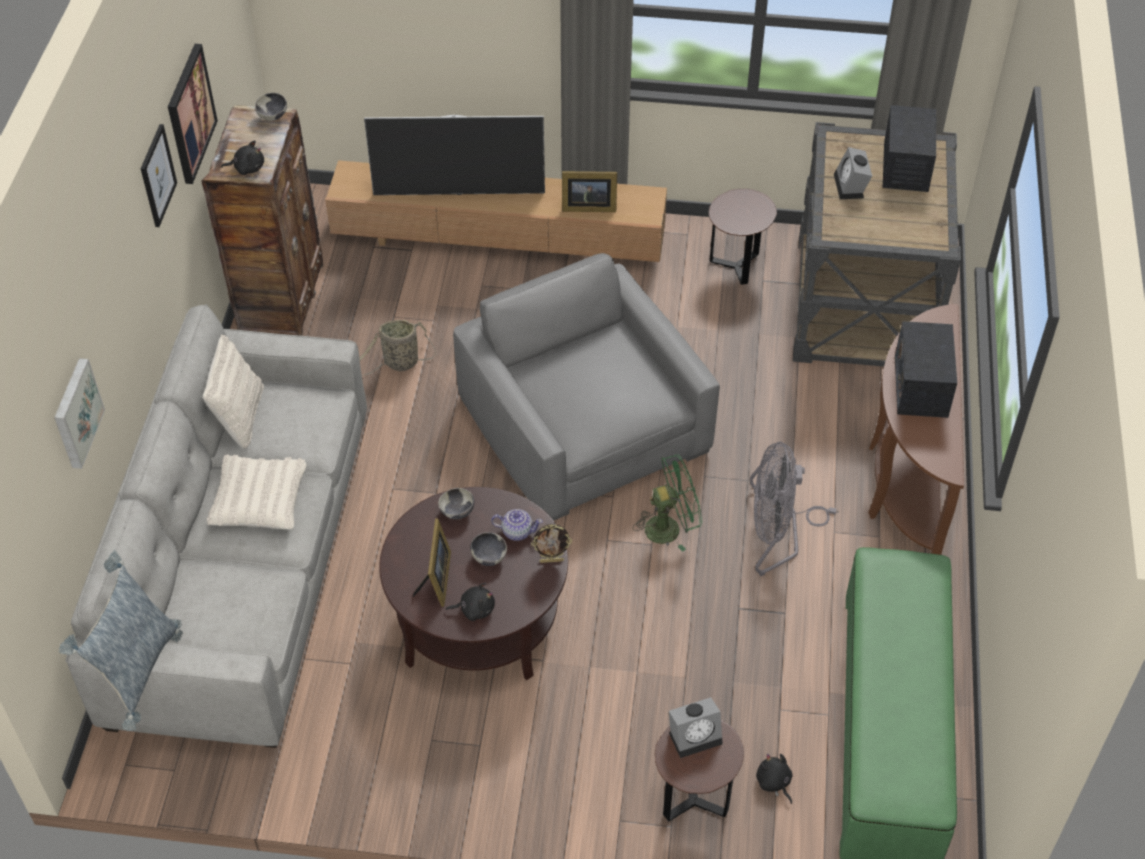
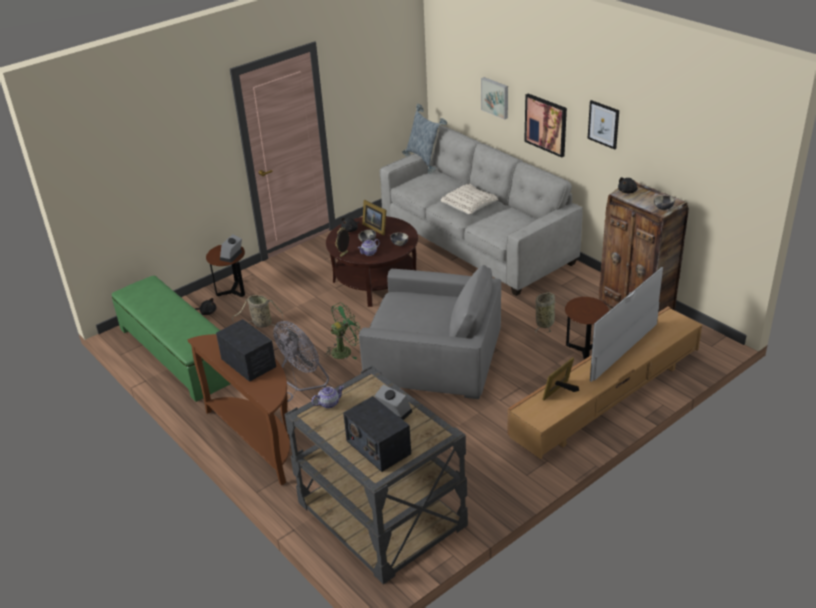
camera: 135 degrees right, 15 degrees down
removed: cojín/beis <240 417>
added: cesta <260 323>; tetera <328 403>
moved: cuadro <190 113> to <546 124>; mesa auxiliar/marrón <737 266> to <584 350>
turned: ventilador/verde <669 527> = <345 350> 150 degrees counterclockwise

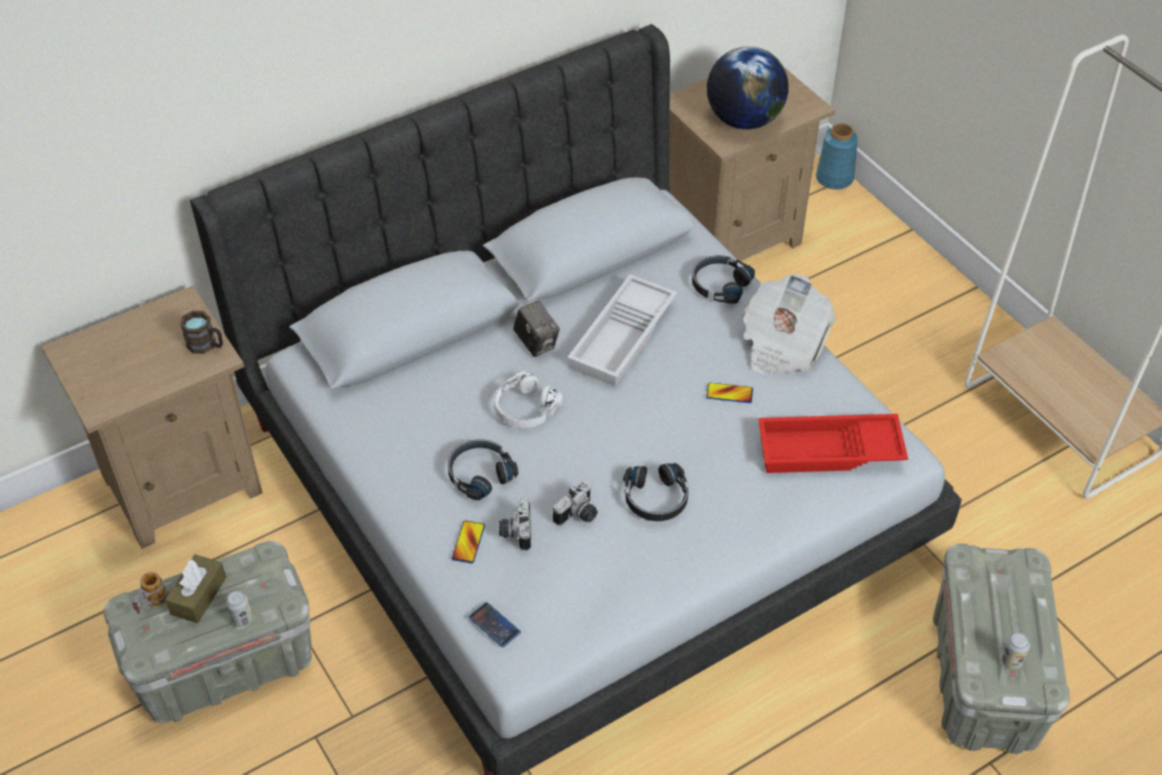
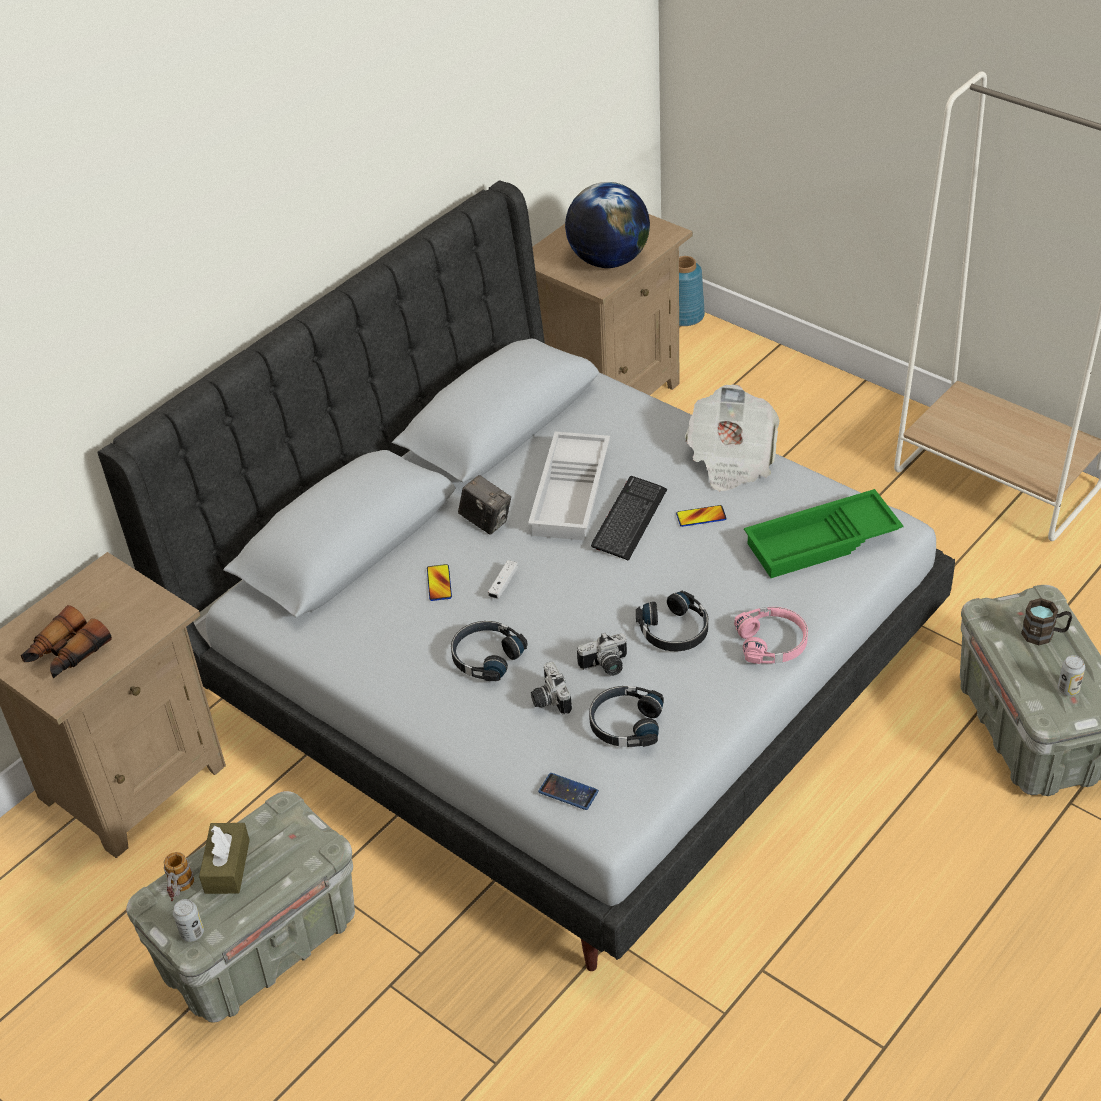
camera: 15 degrees left, 5 degrees down
added: prismáticos <66 654>; teclado <629 520>; auriculares/rosa <772 642>
moved: taza grande/marrón <206 345> to <1044 634>; lata <242 619> to <192 933>; móvil <468 542> to <439 583>; auriculares/negro <719 285> to <625 724>
replaced: auriculares/blanco <525 408> to mando de consola/blanco <503 584>
recoloured: bandeja/rojo <828 452> to bandeja/verde <822 543>
turned: cámara <578 515> = <606 667> 45 degrees clockwise

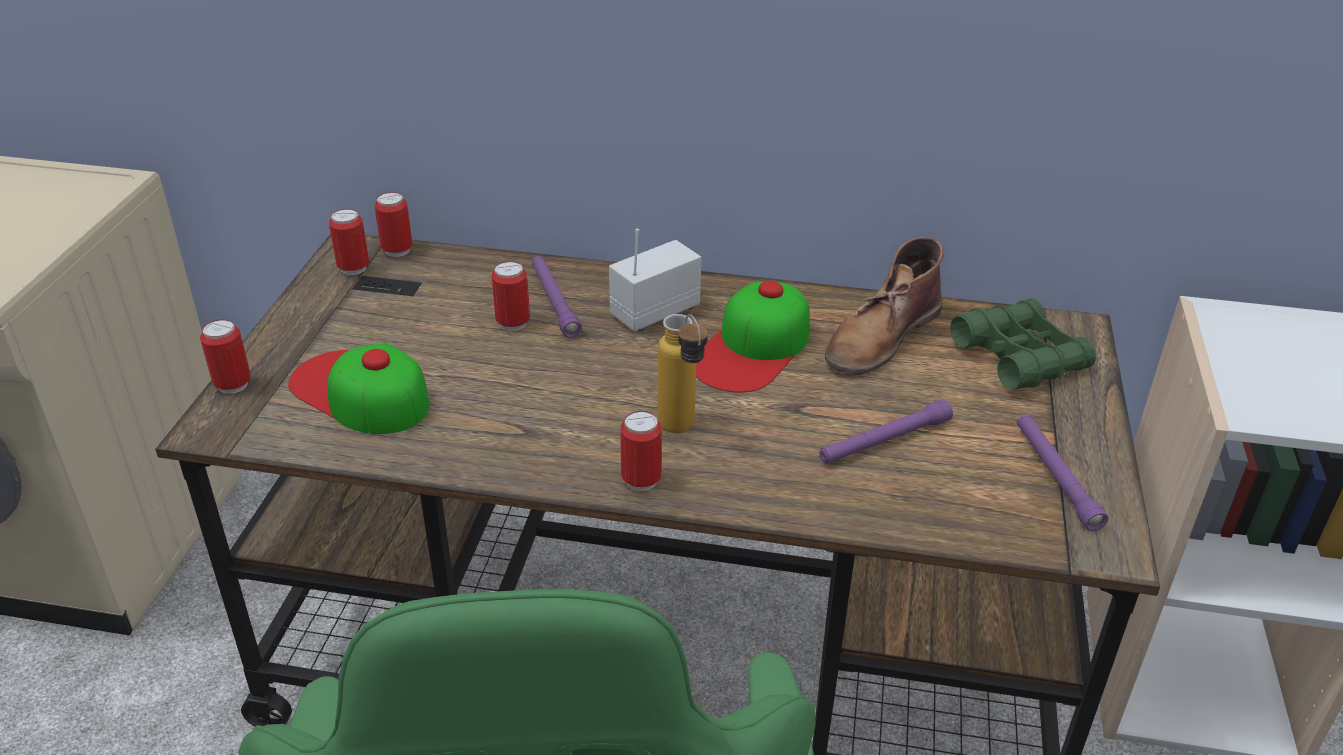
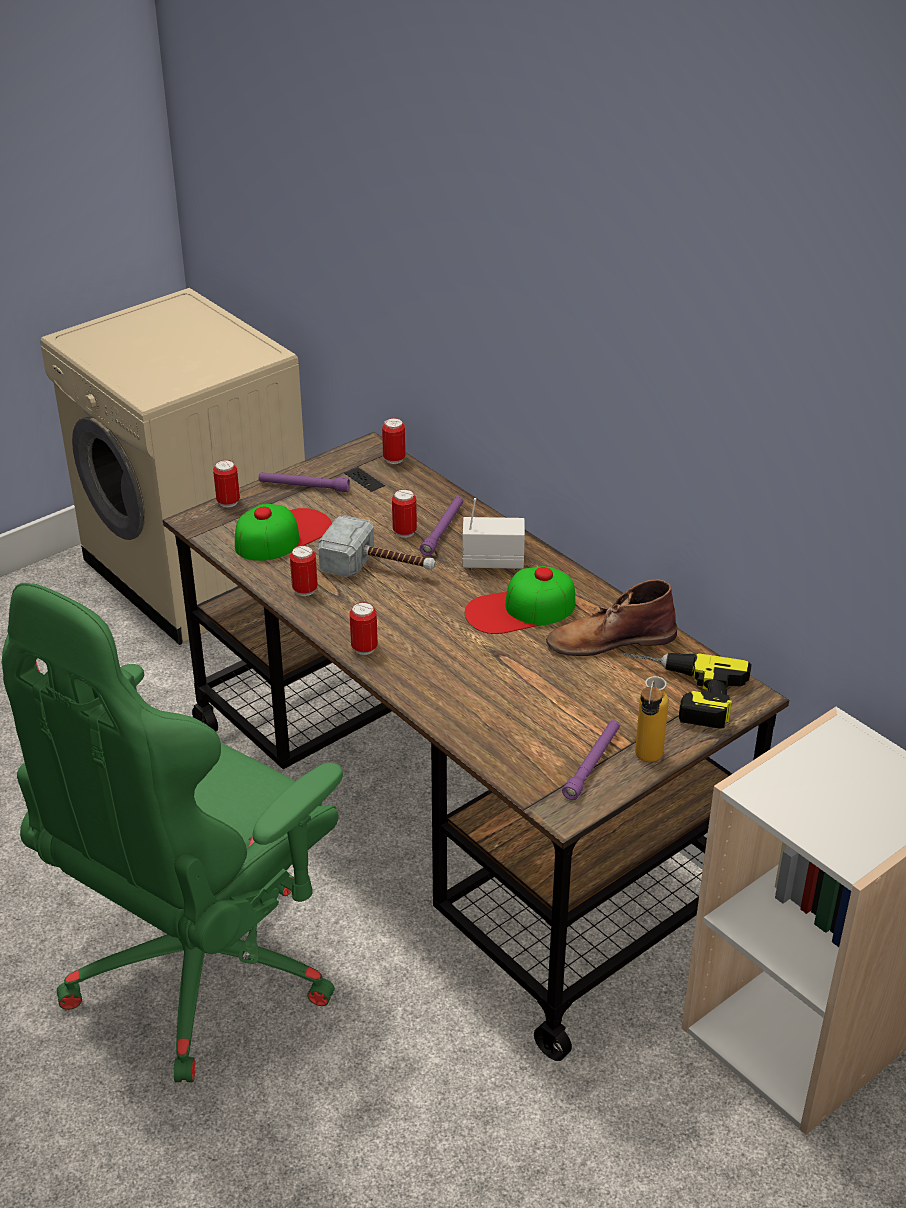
camera: 40 degrees right, 0 degrees up
added: martillo <379 567>
moved: lata <353 268> to <305 590>; botella <682 432> to <646 762>; linterna/morado <884 441> to <304 486>
replaced: prismáticos/verde <1019 357> to taladro <680 693>
turned: gorra <359 392> = <282 534> 60 degrees clockwise

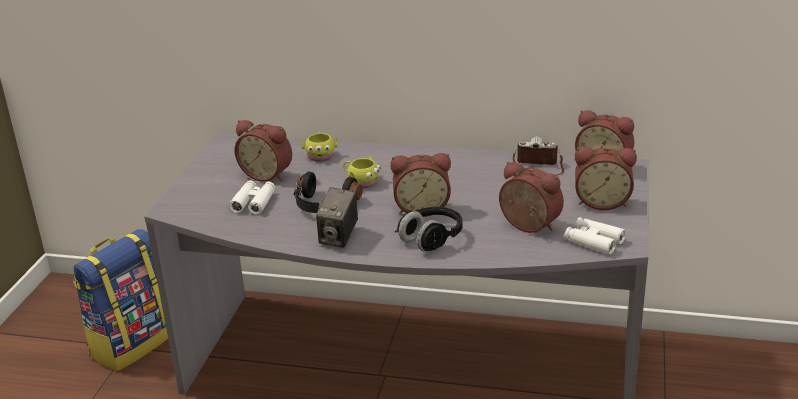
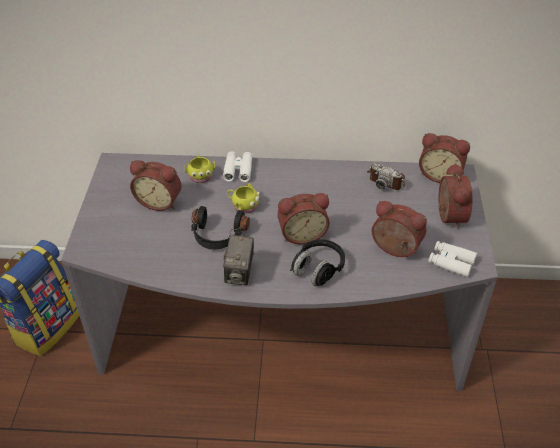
camera: 10 degrees left, 15 degrees up
moved: prismáticos/blanco <254 202> to <238 170>
turned: cámara <537 168> = <387 180> 150 degrees counterclockwise; despertador <602 202> = <447 216> 90 degrees counterclockwise

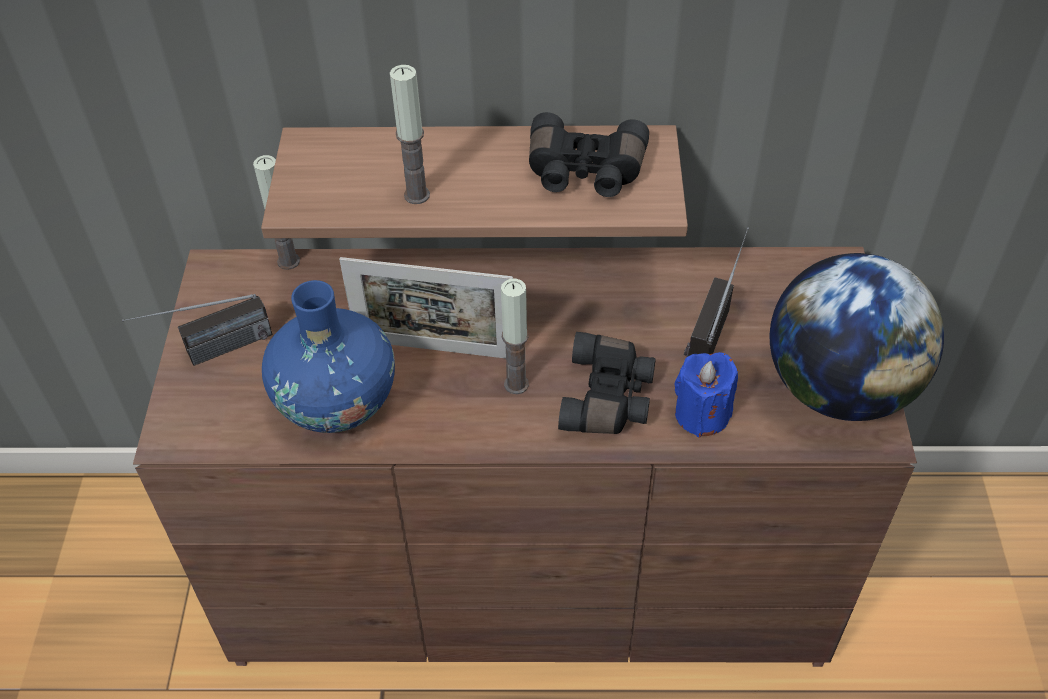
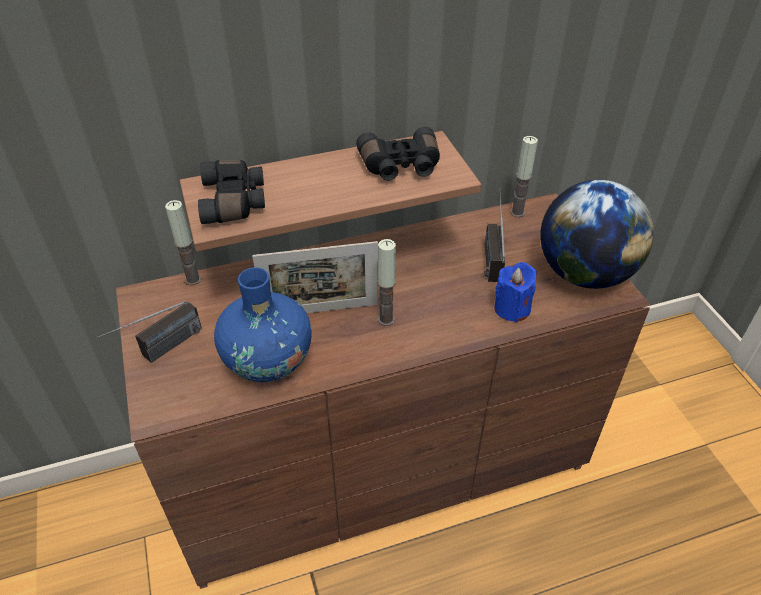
camera: 20 degrees left, 5 degrees down
moved: vela <417 195> to <517 212>; prismáticos/negro <609 397> to <235 201>

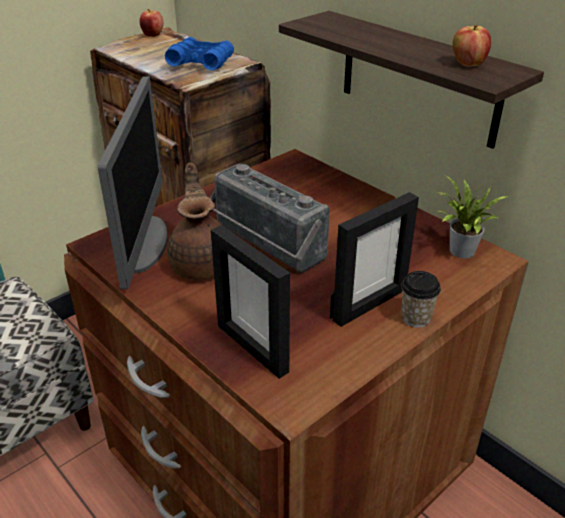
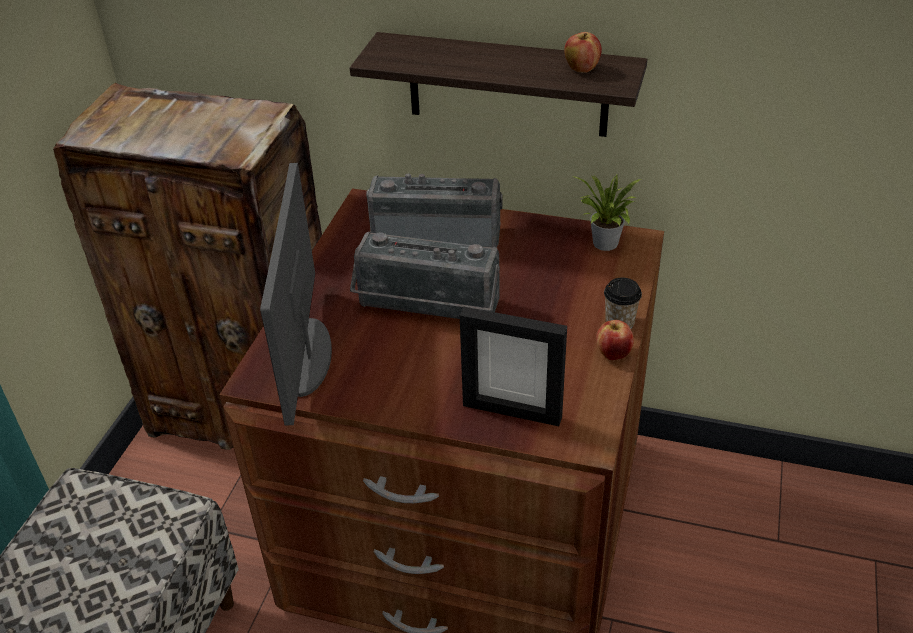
camera: 30 degrees left, 5 degrees up
removed: prismáticos/azul <201 62>; tetera/marrón <203 262>; portarretratos <368 303>
added: radio <437 234>
moved: manzana <153 35> to <613 354>
turned: monitor <144 244> = <305 358> 150 degrees counterclockwise

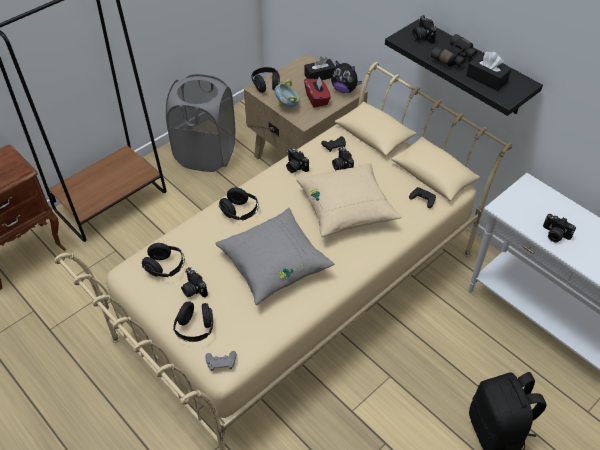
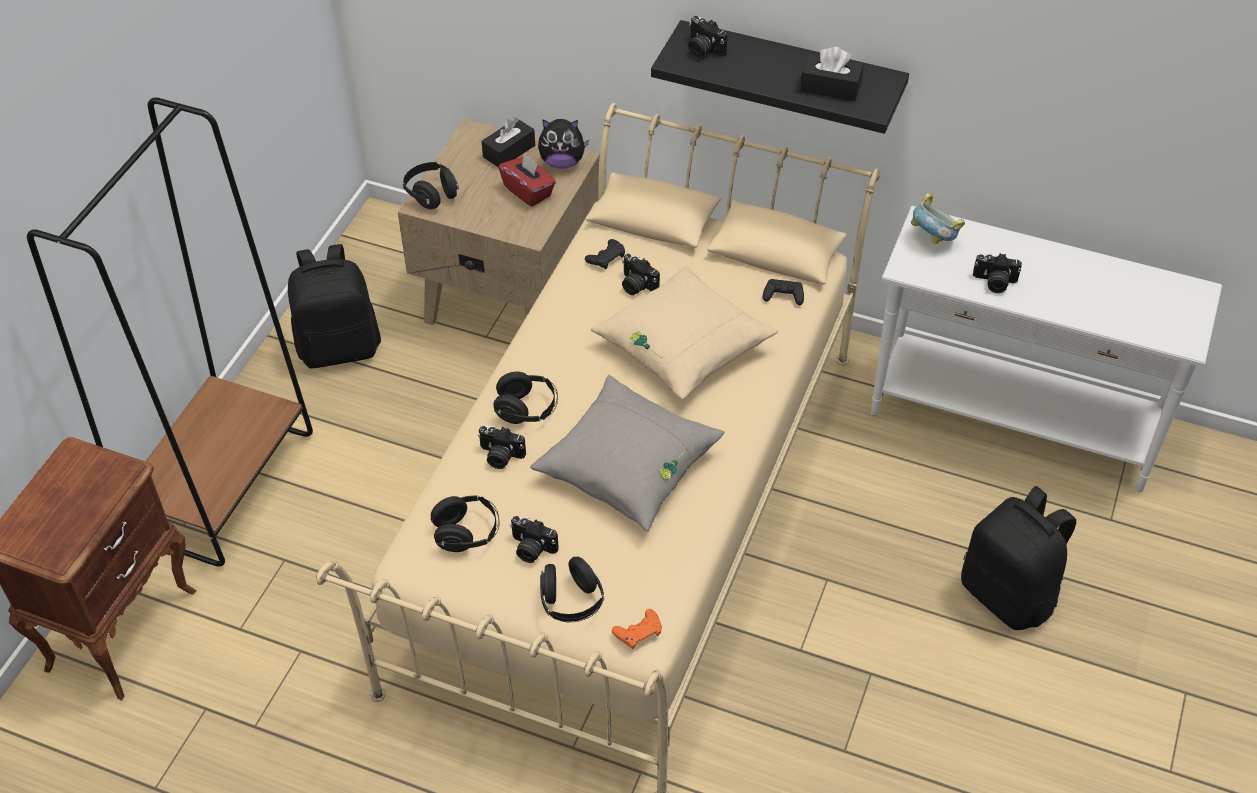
camera: 25 degrees left, 0 degrees up
removed: prismáticos/negro <455 58>
moved: cuenco <287 105> to <933 239>; cámara <295 167> to <500 456>
replaced: cesto de la ropa/gris <206 154> to mochila/negro <339 347>
recoloured: mando de consola/gris <221 362> to mando de consola/naranja <638 632>

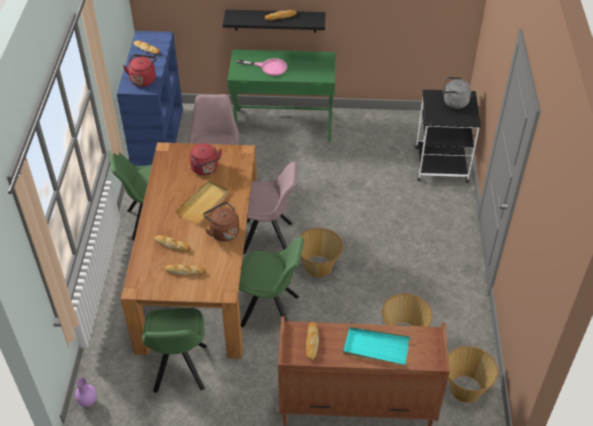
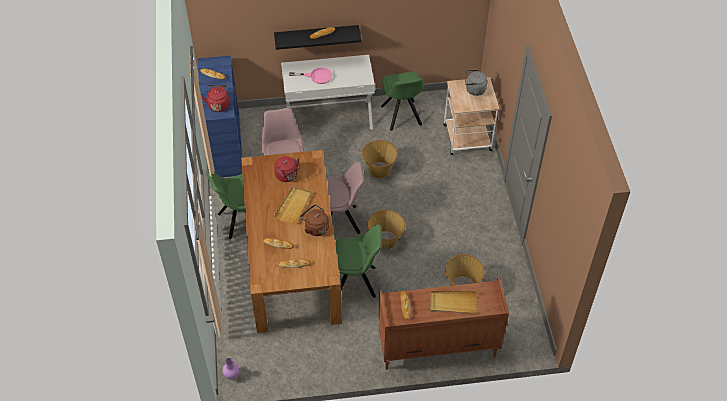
camera: 10 degrees left, 5 degrees up
moved: silla/verde <179 369> to <401 115>; cesta <465 388> to <379 169>
recoloured: mesa consola/verde <283 124> to mesa consola/blanco <329 118>; bandeja/turquesa <376 347> to bandeja/beis <453 303>; carrito/negro <441 166> to carrito/beis <467 139>

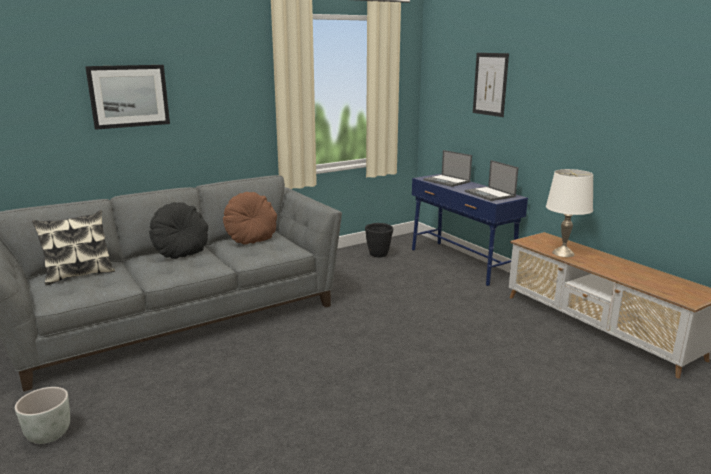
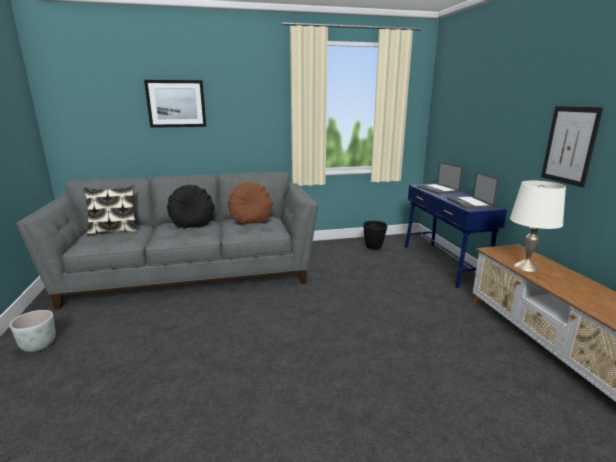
camera: 20 degrees right, 0 degrees up
moved: cuadro <490 84> to <570 145>

